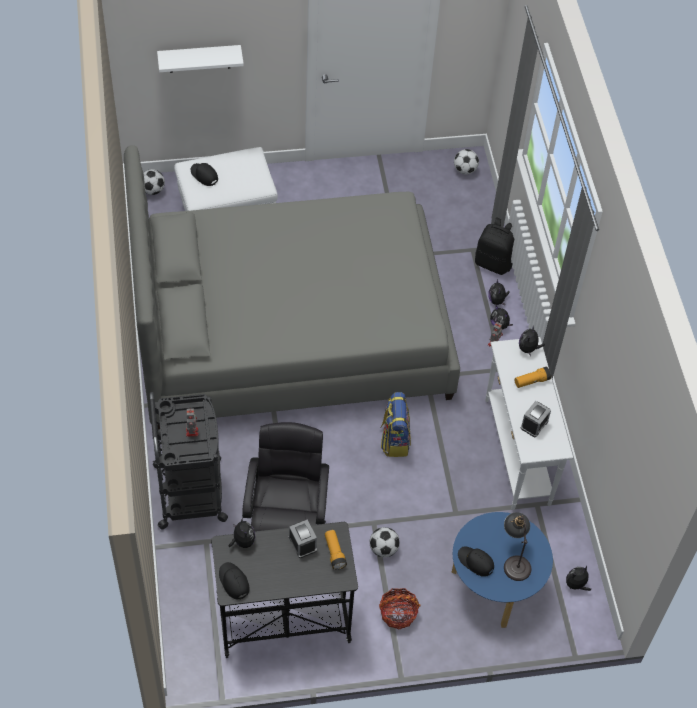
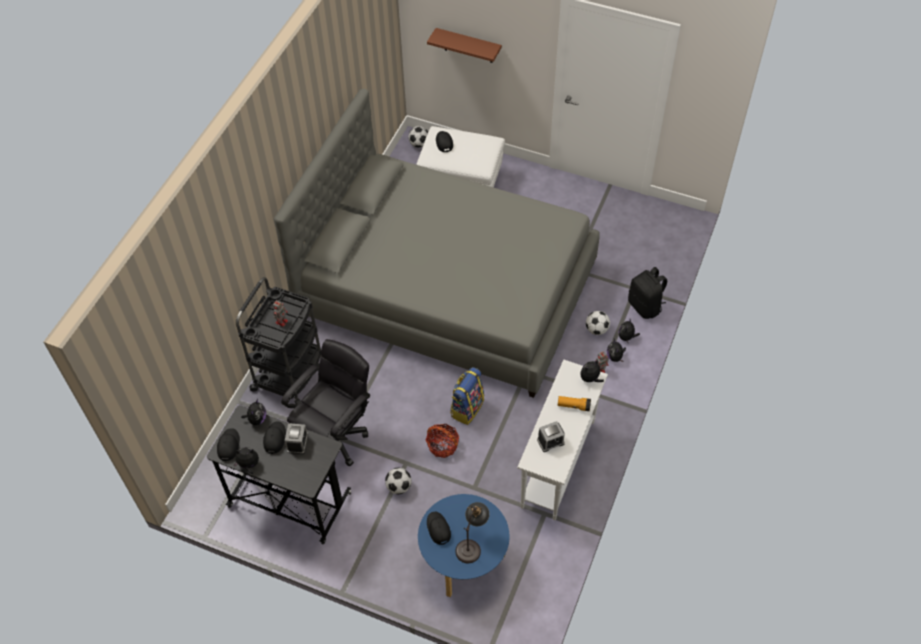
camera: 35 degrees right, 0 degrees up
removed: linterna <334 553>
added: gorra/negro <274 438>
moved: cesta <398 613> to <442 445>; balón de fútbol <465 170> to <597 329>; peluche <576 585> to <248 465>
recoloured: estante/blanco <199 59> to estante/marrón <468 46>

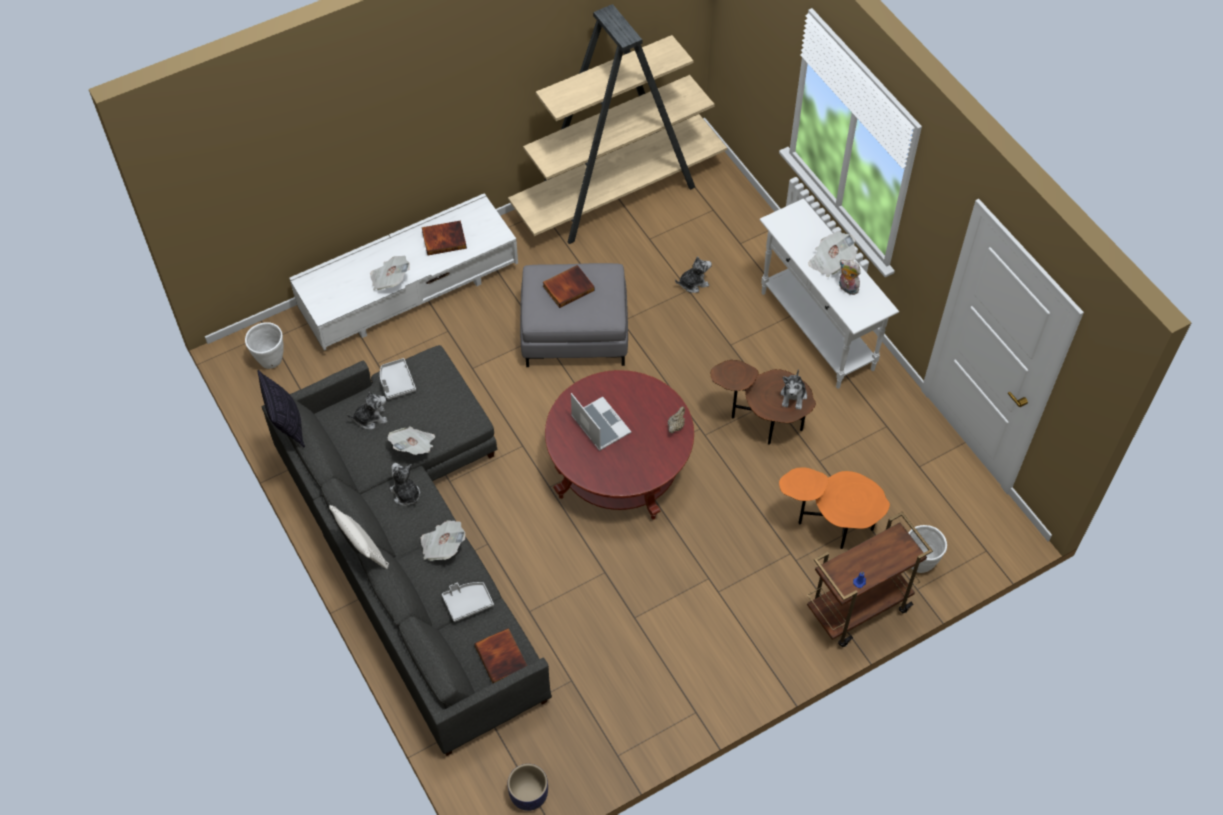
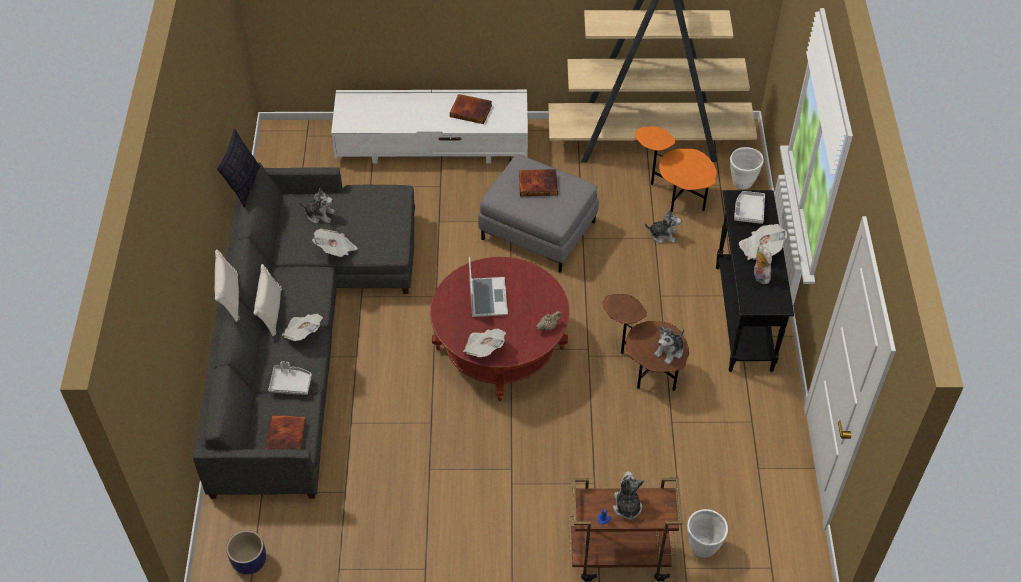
camera: 30 degrees right, 5 degrees down
added: cojín/blanco <270 311>
moved: maceta/blanco <270 360> to <742 182>; periódico <390 280> to <484 348>; bandeja/gris <396 382> to <748 211>; peluche <406 494> to <627 506>; mesa auxiliar/naranja <831 526> to <674 195>
recoloured: mesa consola/blanco <817 331> to mesa consola/negro <743 318>

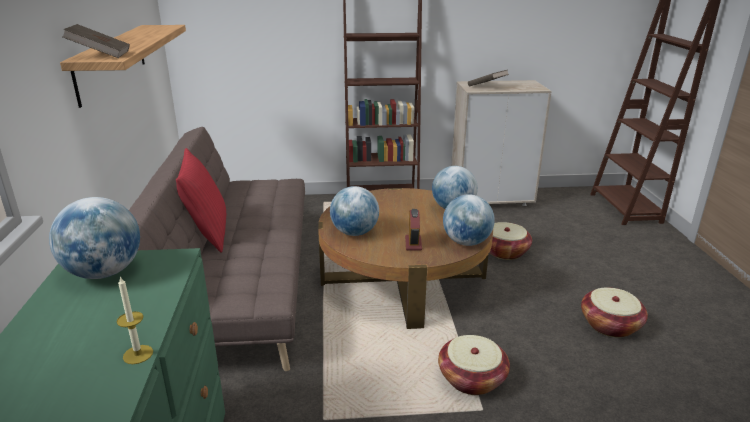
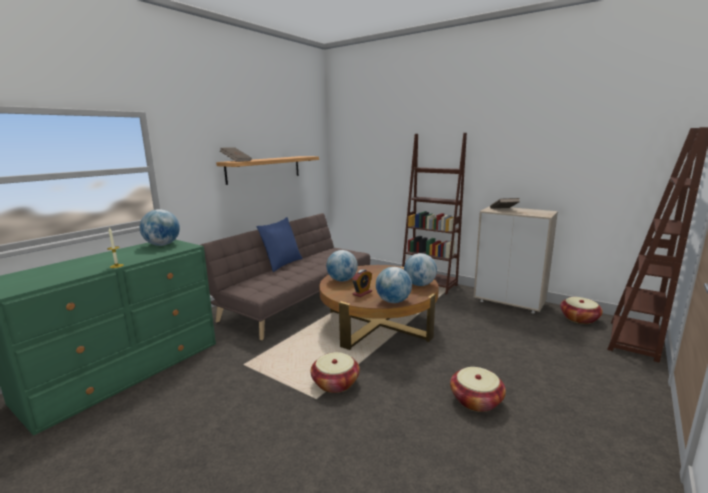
camera: 40 degrees right, 10 degrees down
moved: cesta <504 252> to <579 319>
recoloured: cojín/rojo <208 234> to cojín/azul <282 264>

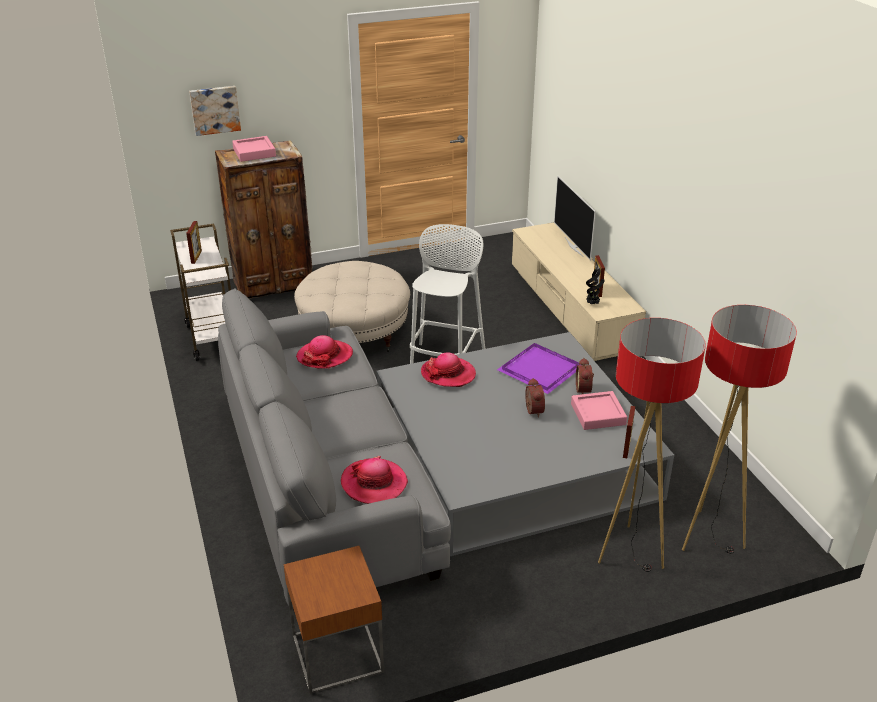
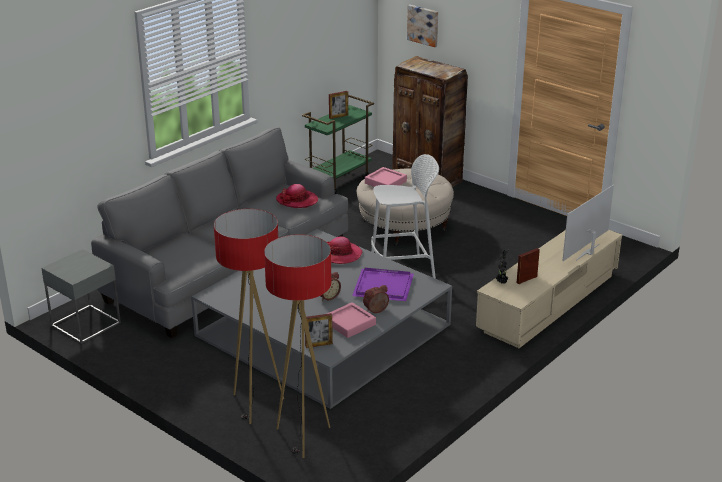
camera: 60 degrees right, 5 degrees down
removed: sombrero <374 483>
moved: bandeja/rosa <254 152> to <385 182>
recoloured: carrito/blanco <212 337> to carrito/verde <339 183>; mesa auxiliar/marrón <337 653> to mesa auxiliar/gris <86 324>

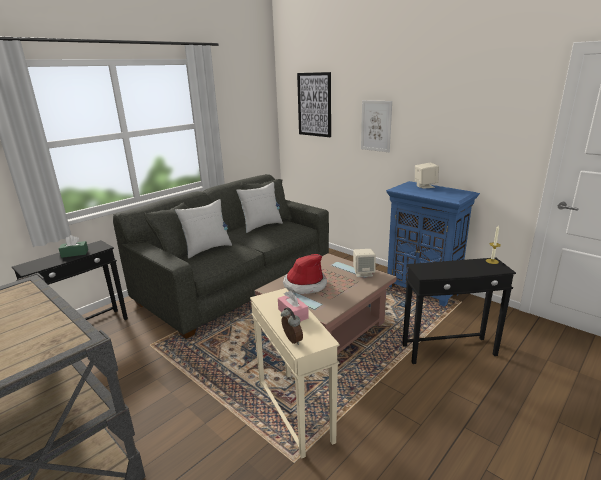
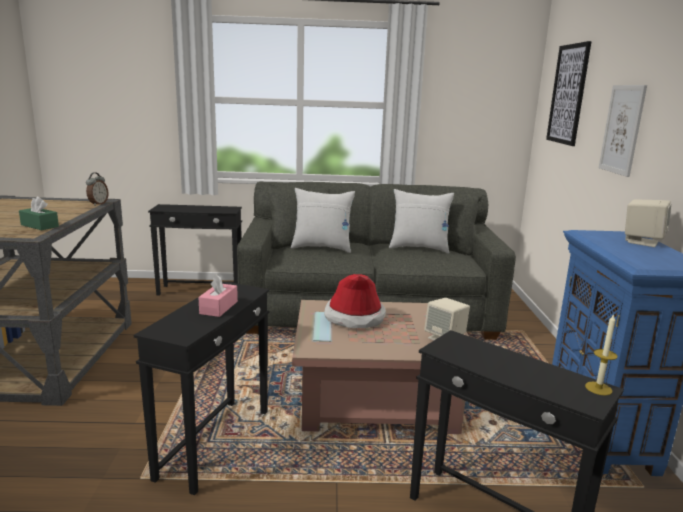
camera: 45 degrees right, 5 degrees down
moved: caja de pañuelos/verde <75 253> to <39 226>; despertador <291 341> to <98 204>
recoloured: mesa auxiliar/beis <295 411> to mesa auxiliar/negro <215 443>

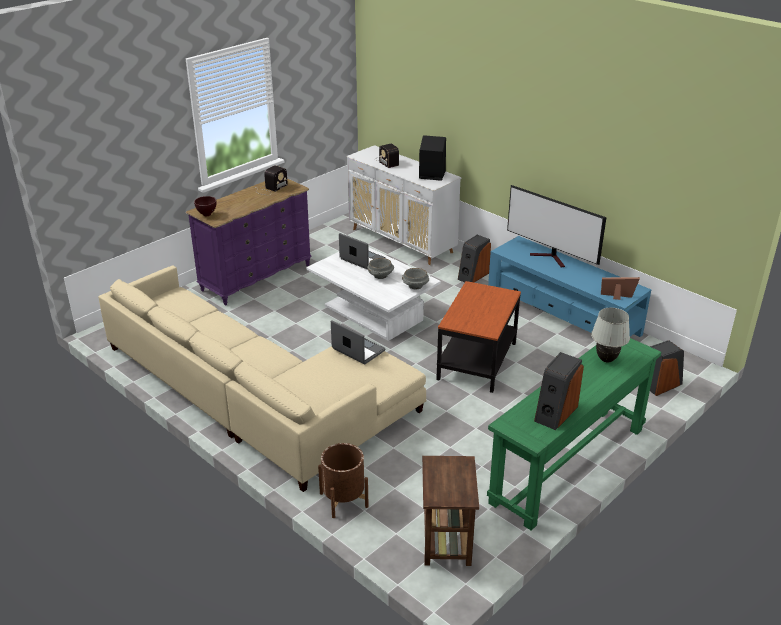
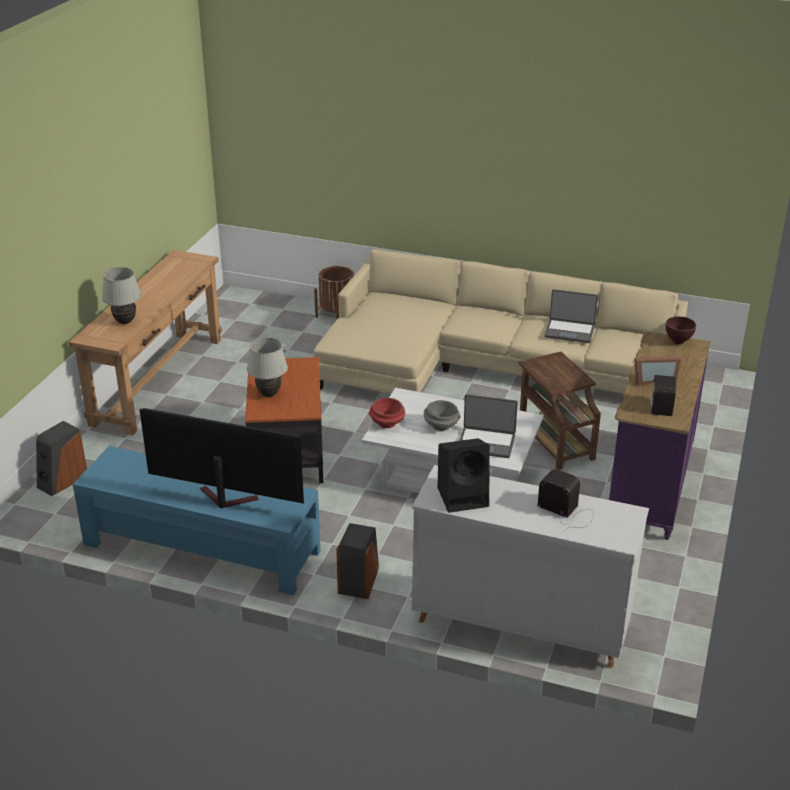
camera: 155 degrees right, 0 degrees up
removed: altavoz <555 413>
added: lámpara de mesa/blanco <268 394>
moved: portátil <357 350> to <569 331>; mesa auxiliar/marrón <446 536> to <554 442>; portarretratos <618 297> to <652 379>
recoloured: cuenco/gris <415 286> to cuenco/rojo <387 423>; mesa consola/verde <568 465> to mesa consola/marrón <158 380>

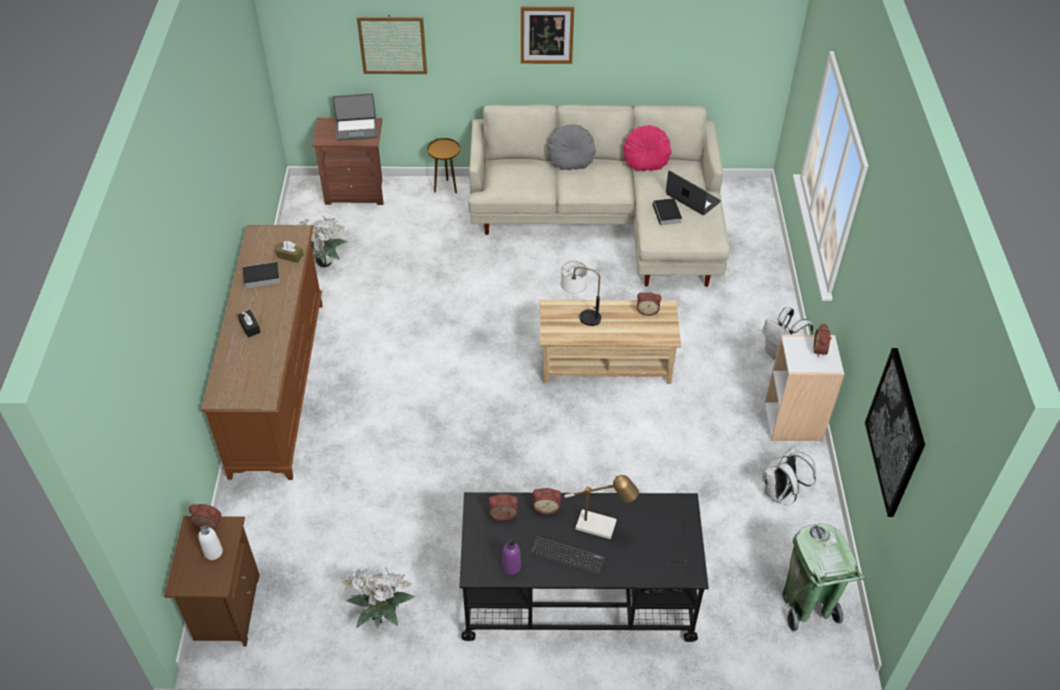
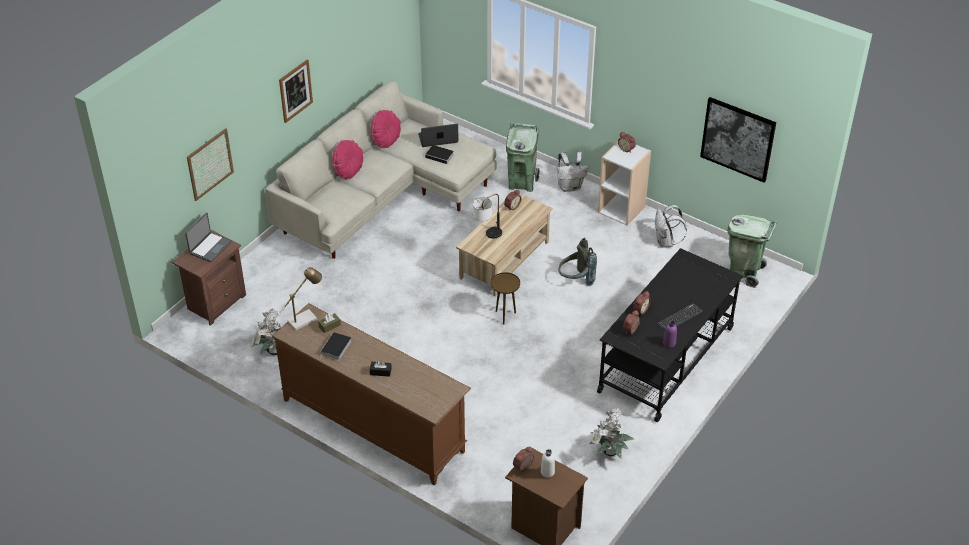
camera: 55 degrees left, 5 degrees down
added: papelera/verde <521 183>; mochila/gris <575 280>
moved: mesa auxiliar/marrón <446 188> to <505 315>; lámpara de mesa <601 526> to <305 318>
recoloured: cojín/gris <570 164> to cojín/rosa <348 172>

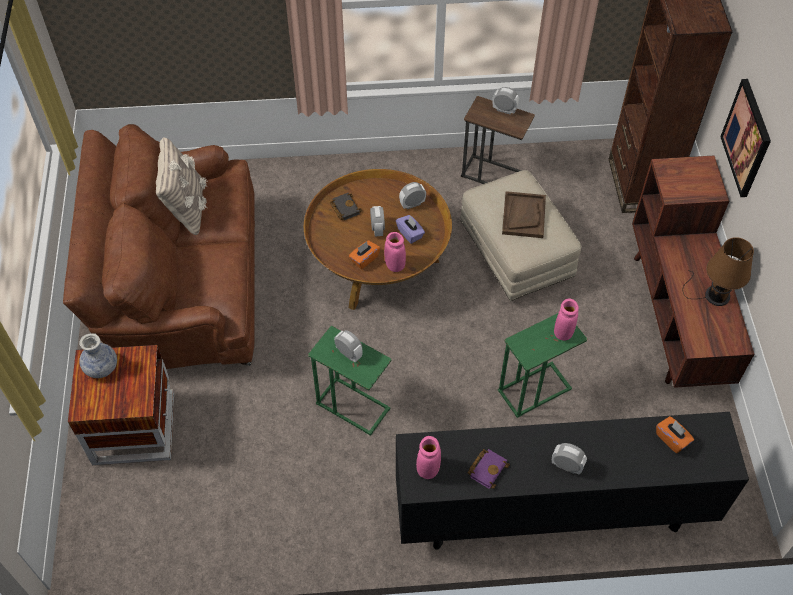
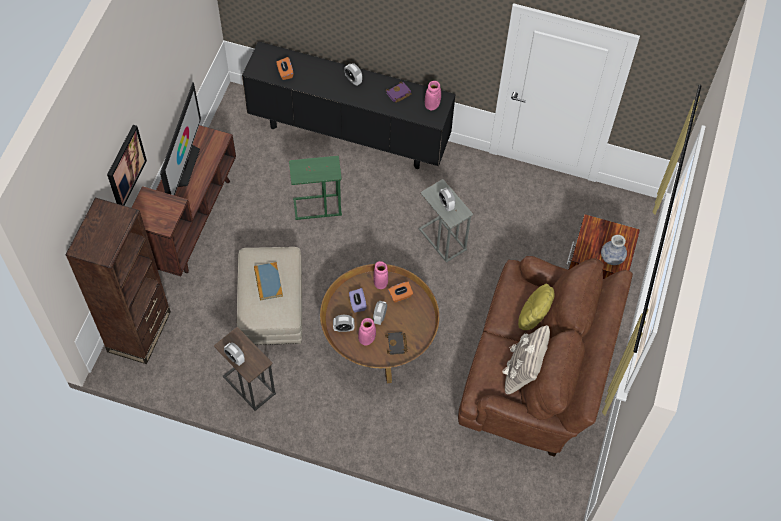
camera: 160 degrees left, 5 degrees up
added: cojín/amarillo <533 317>
moved: florero/rosa <563 332> to <366 339>
replaced: bandeja/marrón <523 215> to libro <268 282>; lámpara de mesa/marrón <714 295> to televisor <184 165>
recoloured: mesa auxiliar/verde <352 406> to mesa auxiliar/gris <443 239>

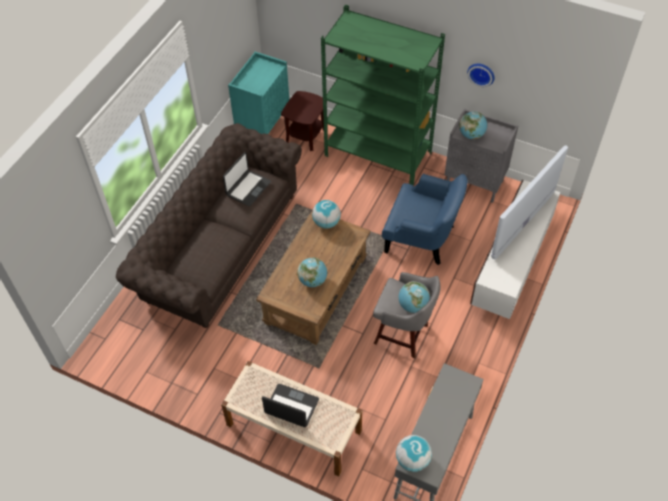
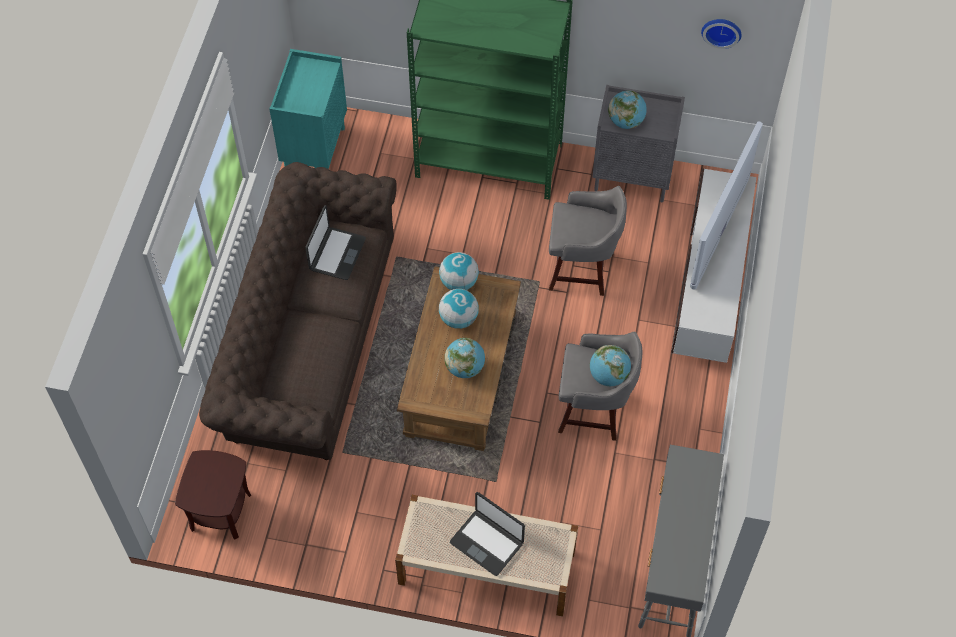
camera: 15 degrees left, 5 degrees up
moved: mesa auxiliar/marrón <305 136> to <220 511>; globo terráqueo <412 460> to <458 319>; reloj de pared <481 73> to <721 30>
replaced: sillón/azul <422 238> to taburete/gris <582 271>
turned: portátil <291 407> = <487 542> 150 degrees counterclockwise

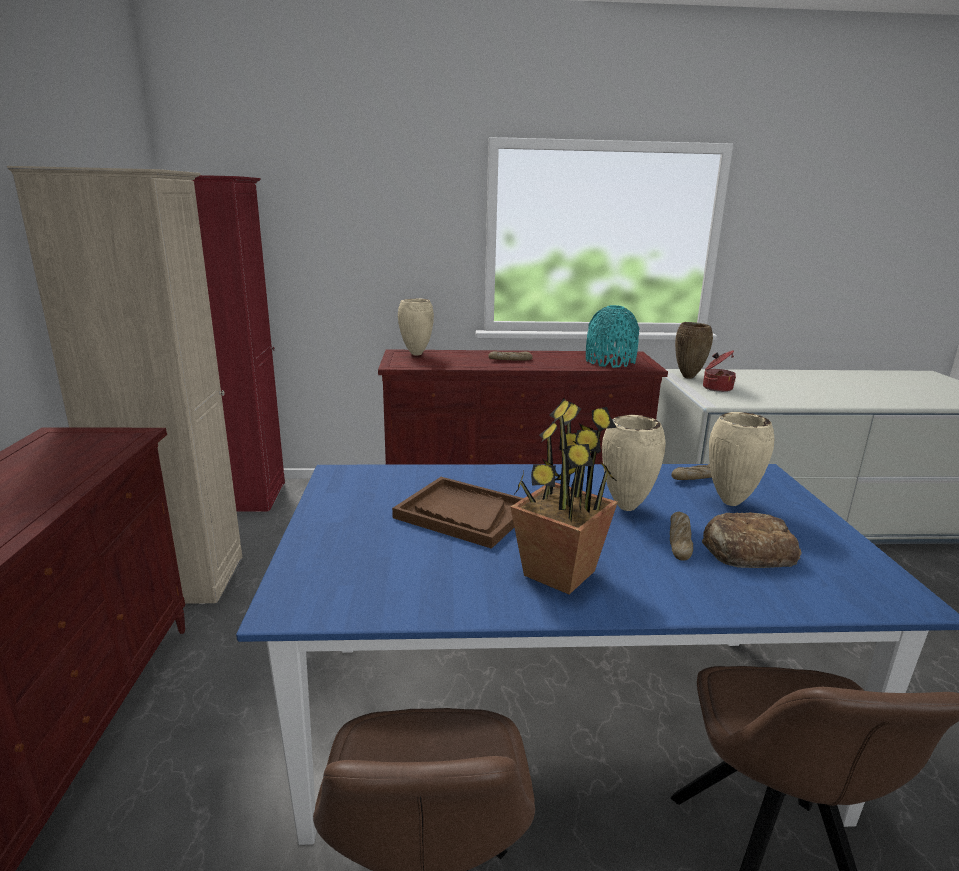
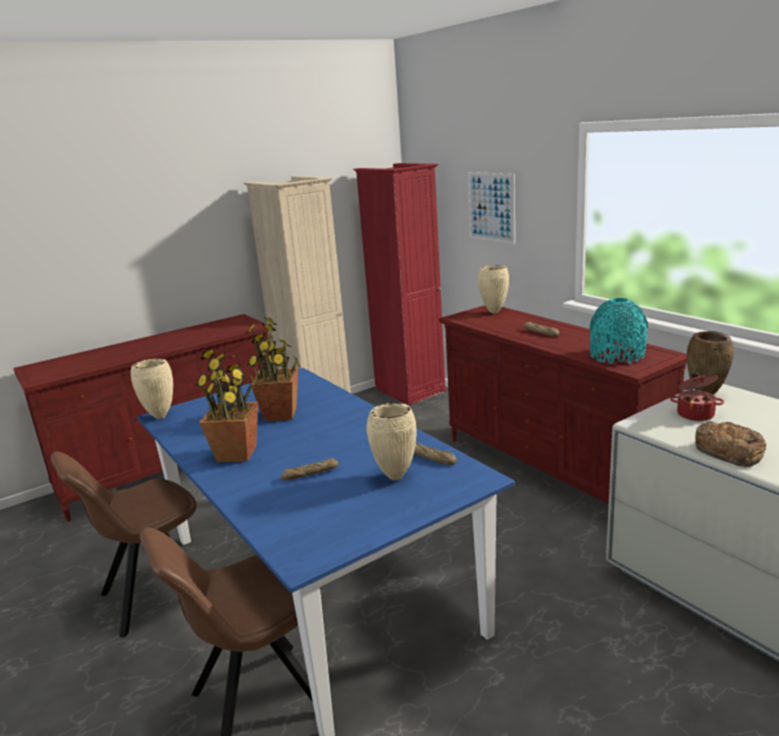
camera: 60 degrees right, 0 degrees up
added: cuadro <491 207>
moved: florero/beis <625 507> to <160 416>; pan <746 550> to <728 450>
replaced: bandeja/marrón <463 514> to planta en maceta <281 414>

